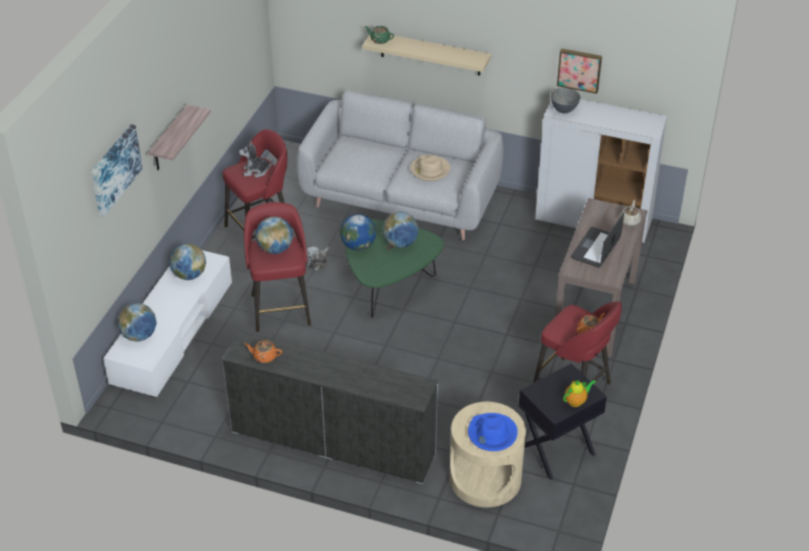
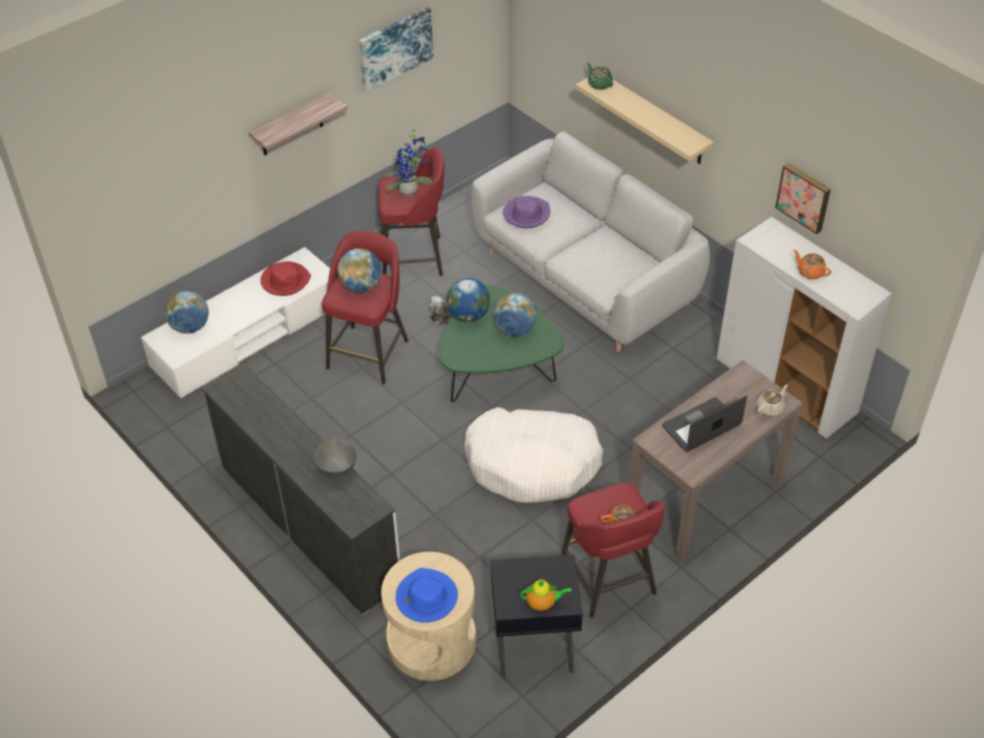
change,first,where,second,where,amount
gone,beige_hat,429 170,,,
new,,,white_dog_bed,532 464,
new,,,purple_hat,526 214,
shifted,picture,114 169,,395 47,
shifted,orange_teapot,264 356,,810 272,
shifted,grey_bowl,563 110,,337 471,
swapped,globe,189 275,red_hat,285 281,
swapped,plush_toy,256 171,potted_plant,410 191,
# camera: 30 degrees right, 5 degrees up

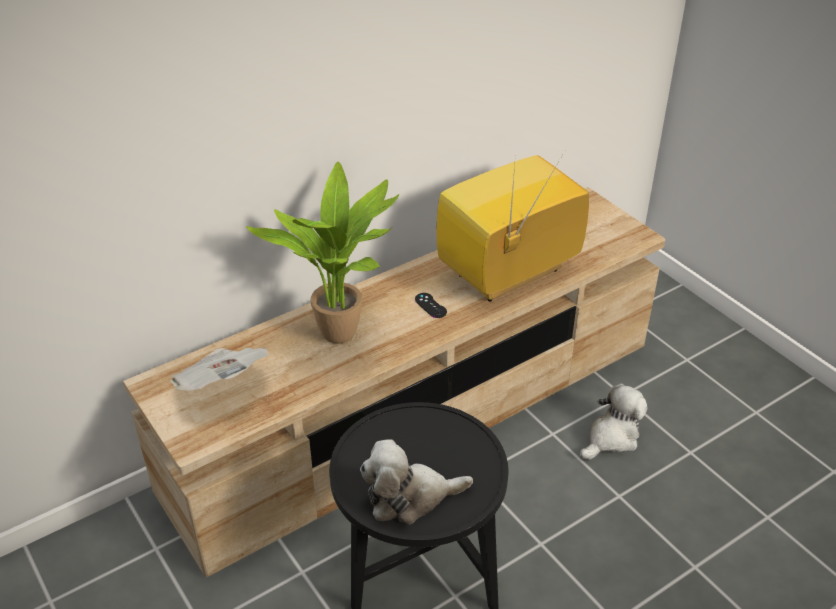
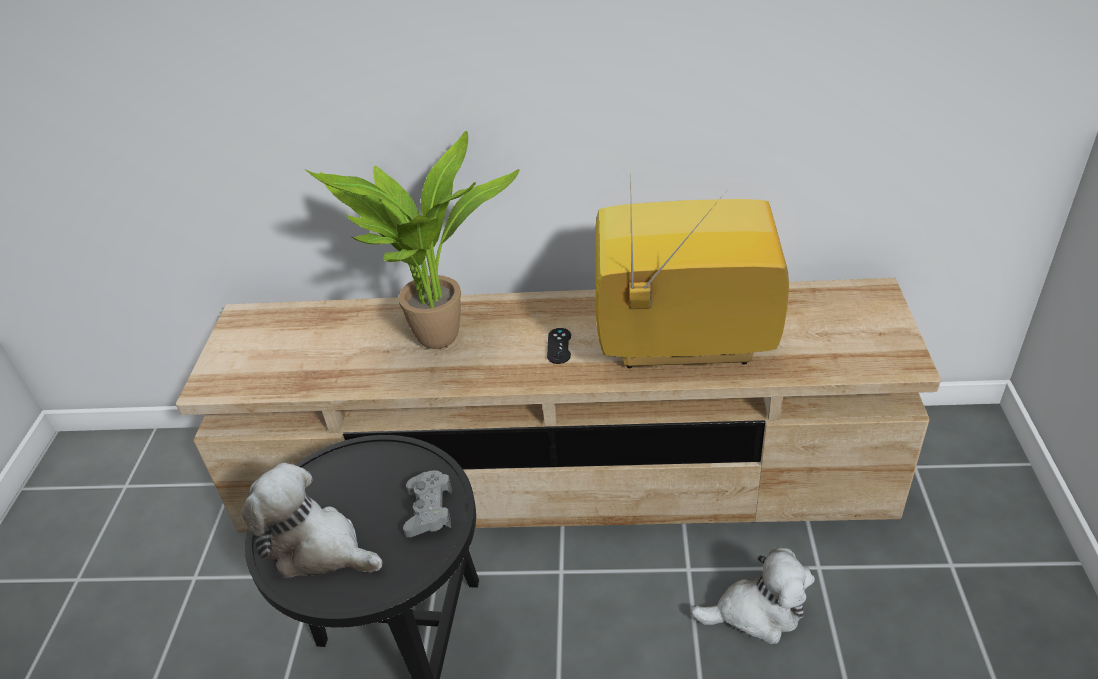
change,first,where,second,where,amount
gone,newspaper,222 385,,,
new,,,grey_game_controller,429 510,
# camera: 40 degrees right, 0 degrees up

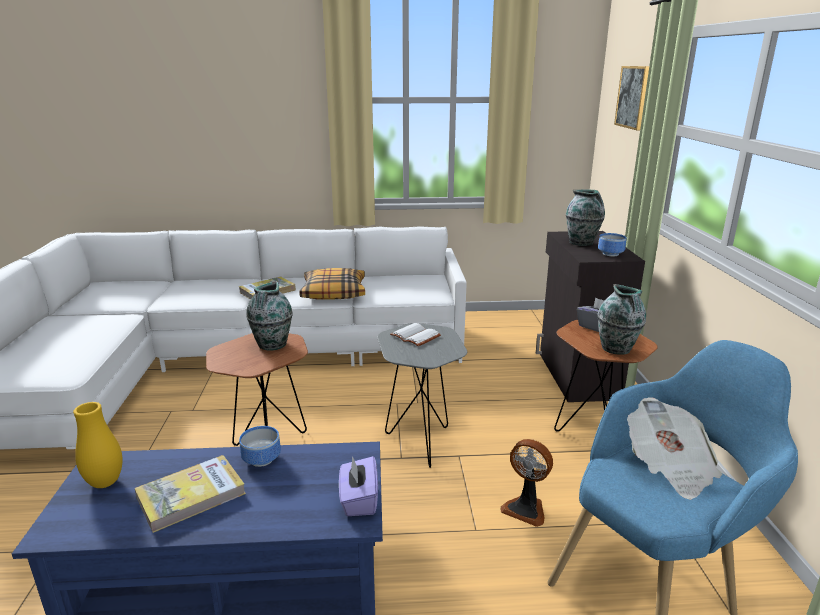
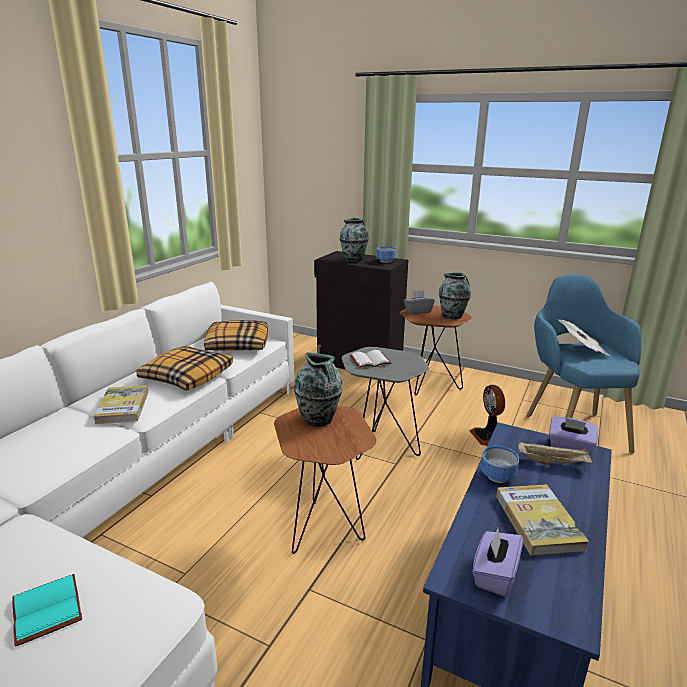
change,first,where,second,where,amount
gone,picture,633 97,,,
new,,,turquoise_book,45 610,
new,,,pillow,237 344,
new,,,beige_tray,553 462,
swapped,yellow_vase,105 482,purple_tissue_box,494 575,
rotated,fan,526 508,,487 436,105 degrees clockwise
# camera: 60 degrees left, 0 degrees up

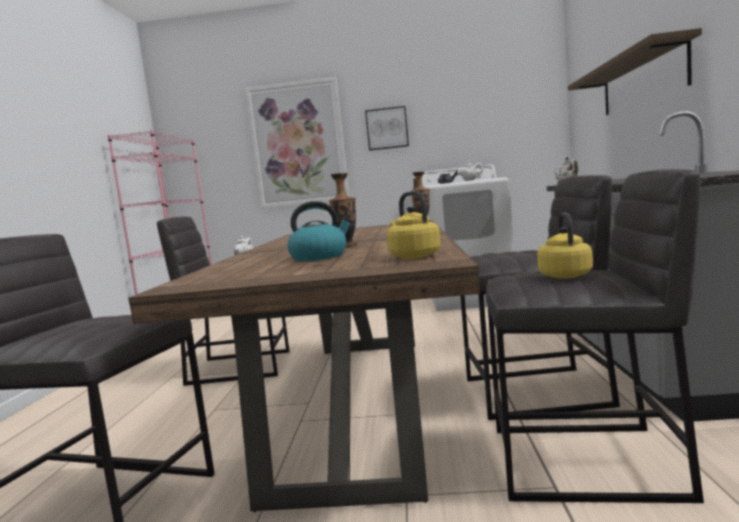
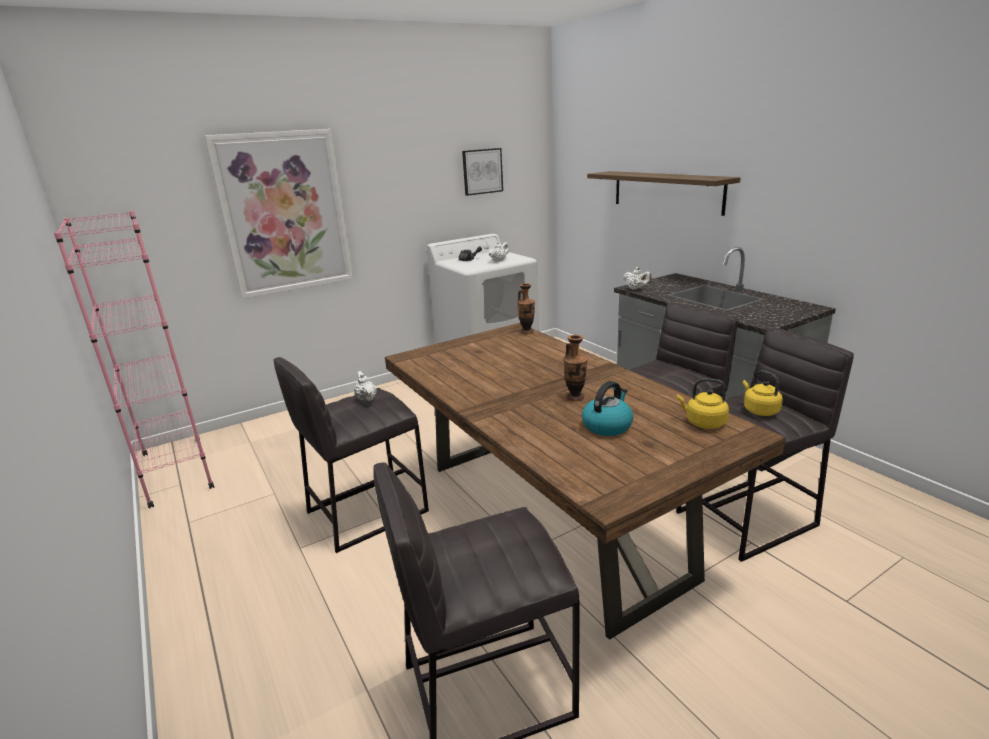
change,first,where,second,where,amount
shifted,picture,387 128,,482 171,
# camera: 35 degrees left, 15 degrees up

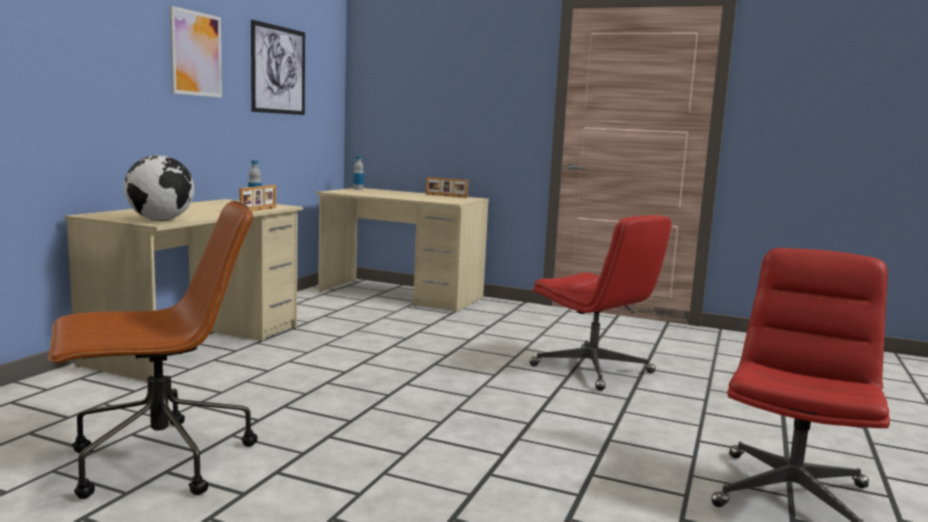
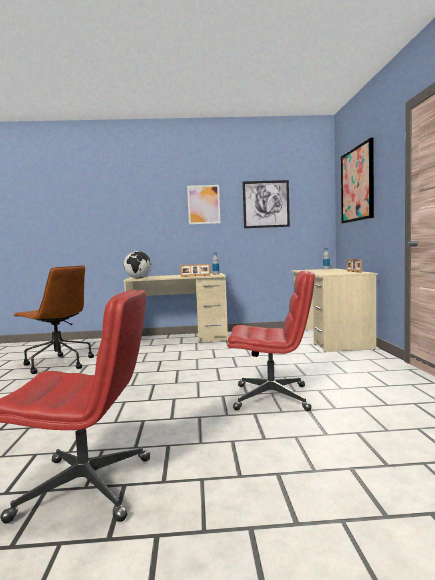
change,first,where,second,where,amount
new,,,picture,357 184,
rotated,red_office_chair,593 370,,273 397,105 degrees counterclockwise
# camera: 65 degrees right, 5 degrees down

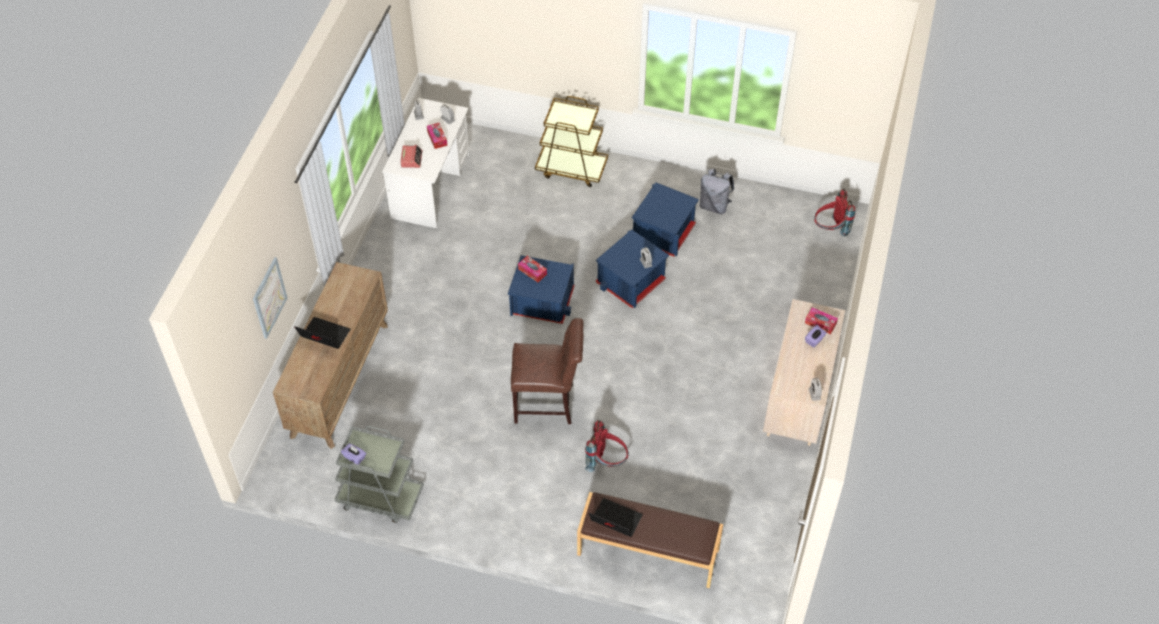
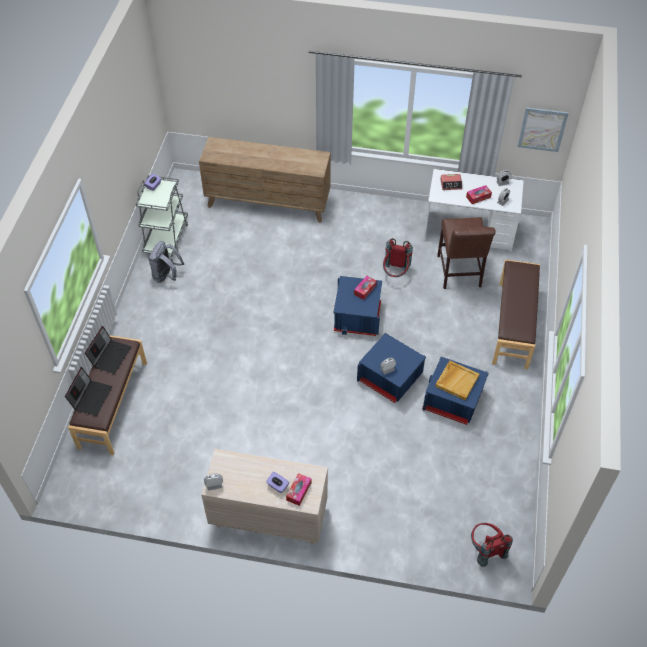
change,first,where,second,where,amount
new,,,beige_tray,456 381,
shifted,picture,269 298,,542 129,
shifted,laptop,323 336,,91 397,
shifted,brown_chair,548 404,,459 273,
shifted,red_backpack,606 461,,395 274,
shifted,grey_backpack,714 206,,166 276,
swapped,brown_cart,572 168,brown_bench,513 325,
# camera: 85 degrees right, 0 degrees up

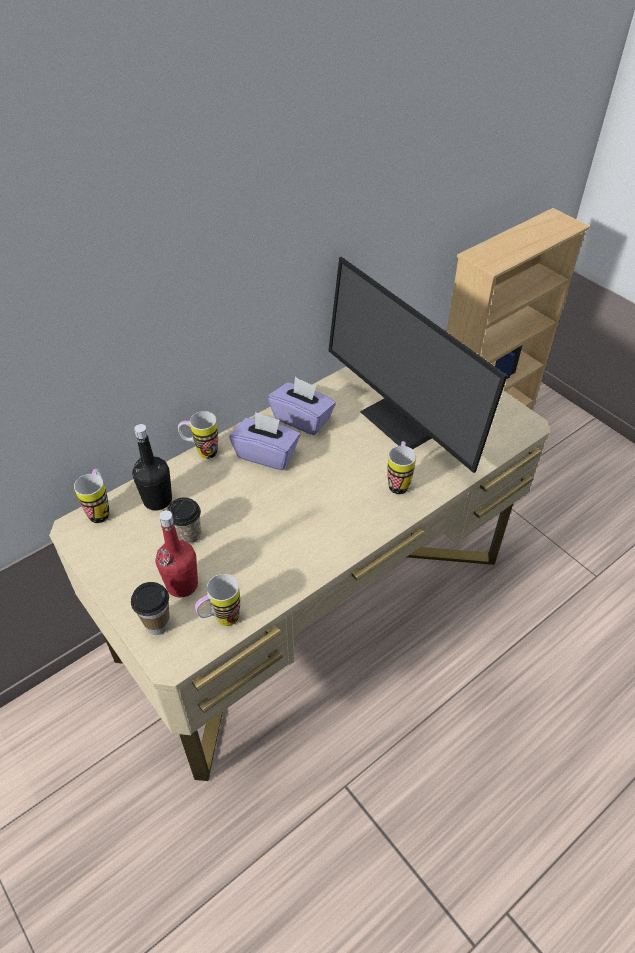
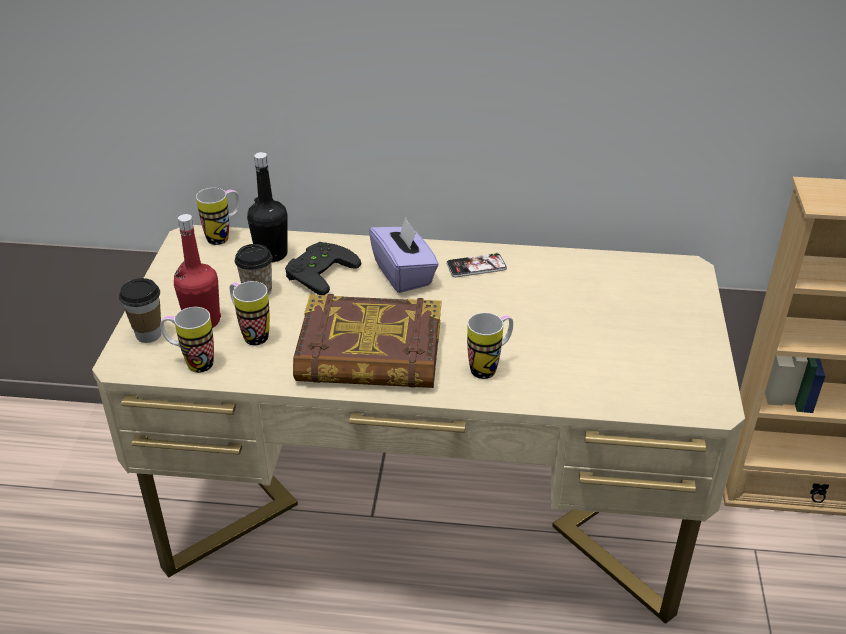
change,first,where,second,where,amount
gone,monitor,407 418,,,
new,,,black_game_controller,318 271,
new,,,book,369 353,
shifted,mug,201 452,,251 334,
swapped,purple_tissue_box,302 419,phone,476 266,
# camera: 45 degrees right, 10 degrees down

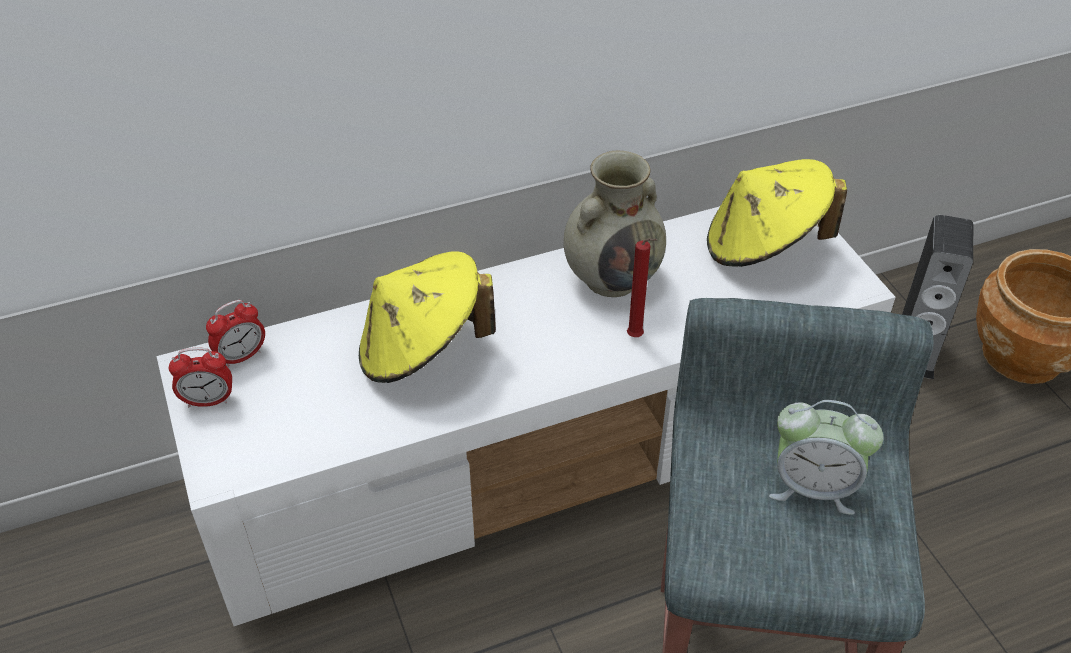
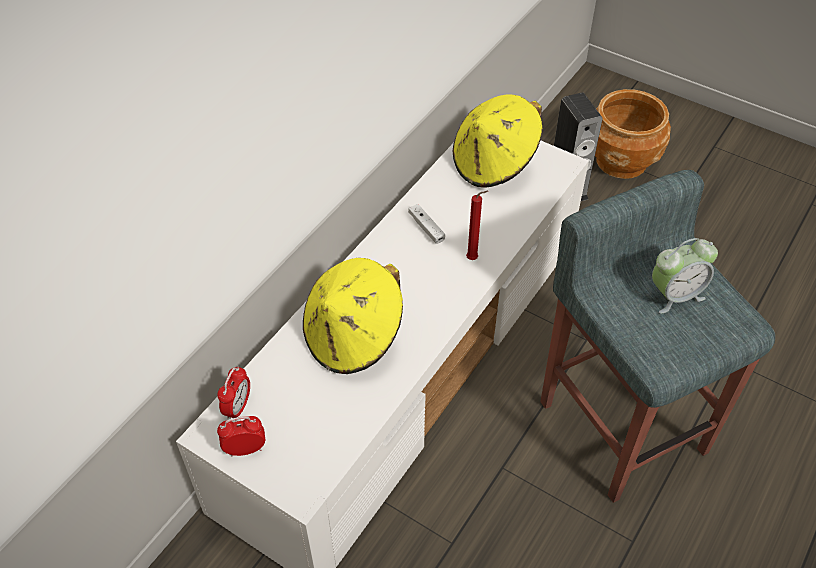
change,first,where,second,where,amount
swapped,beige_vase,613 277,white_game_controller,426 228,
rotated,alarm_clock,208 401,,245 449,150 degrees counterclockwise
# camera: 35 degrees left, 5 degrees up

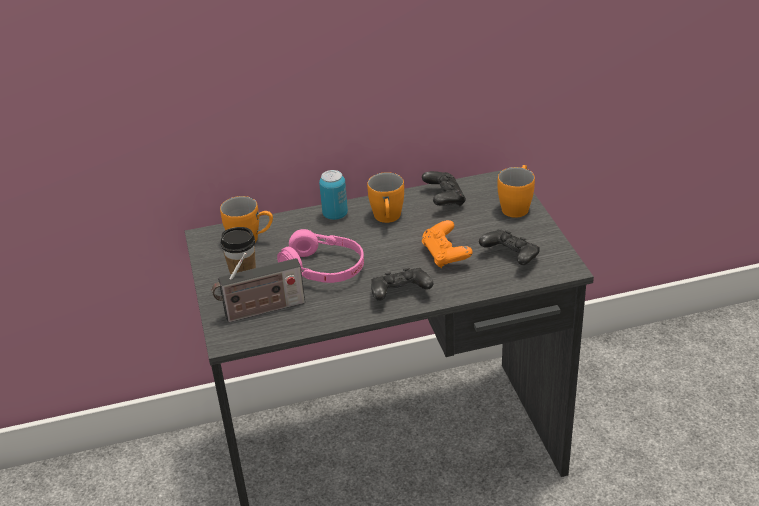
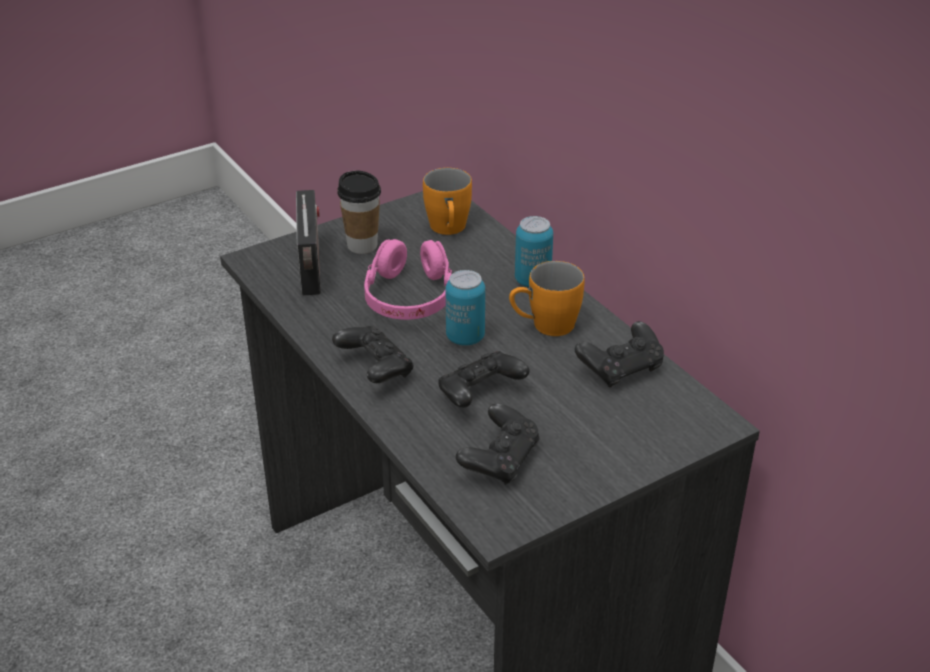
change,first,where,second,where,amount
gone,orange_mug,517 205,,,
new,,,can,465 337,
repainted,orange_game_controller,445 255,black_game_controller,480 395,
rotated,radio,261 310,,312 269,150 degrees counterclockwise
# camera: 70 degrees right, 0 degrees up

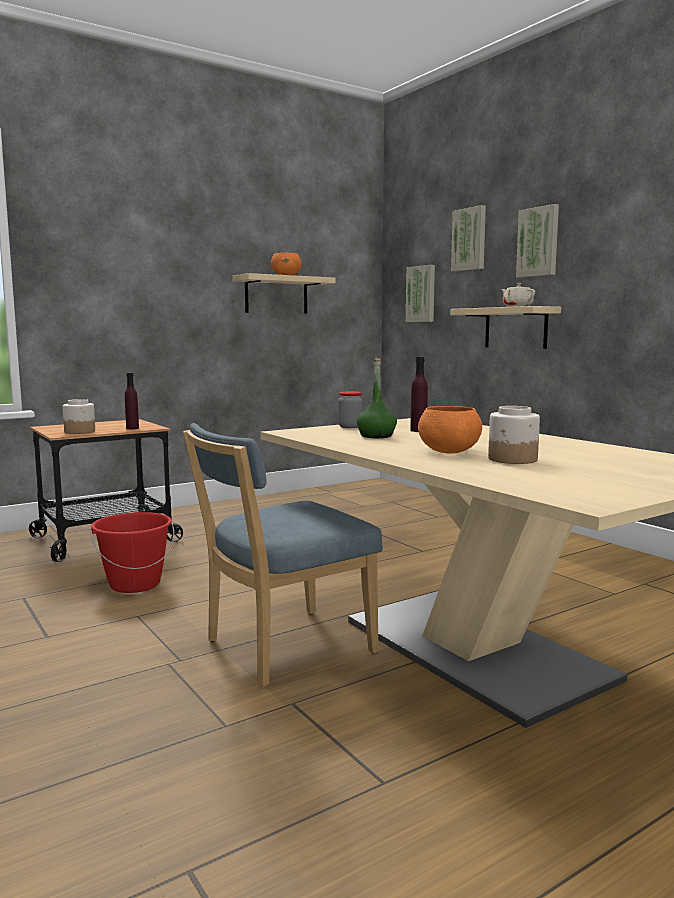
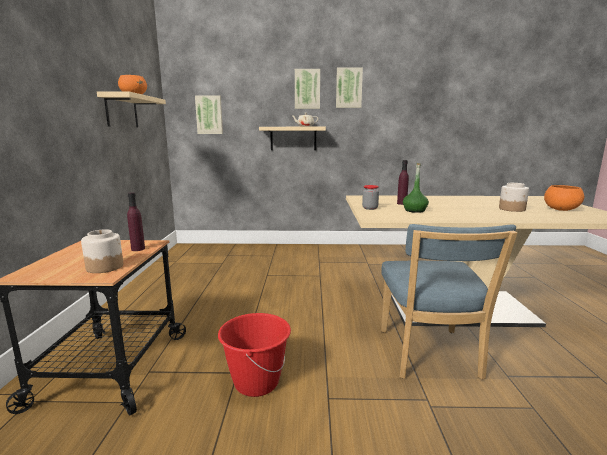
change,first,where,second,where,amount
shifted,orange_bowl,448 452,,560 209,
shifted,picture,470 239,,348 88,
# camera: 55 degrees left, 5 degrees up

